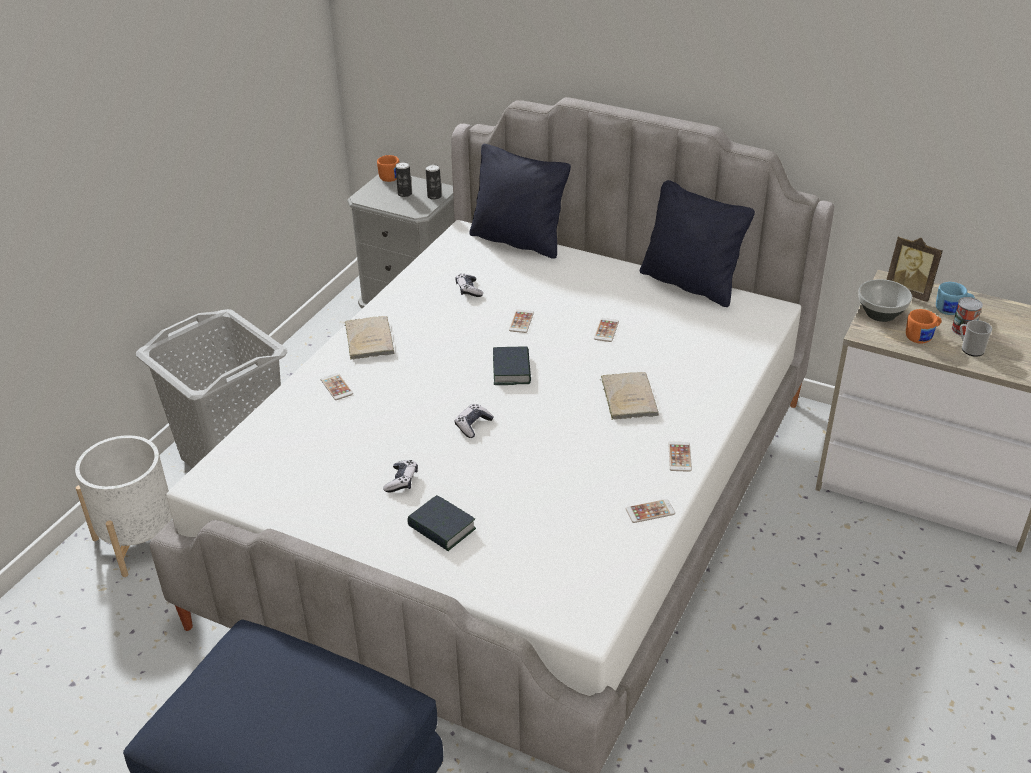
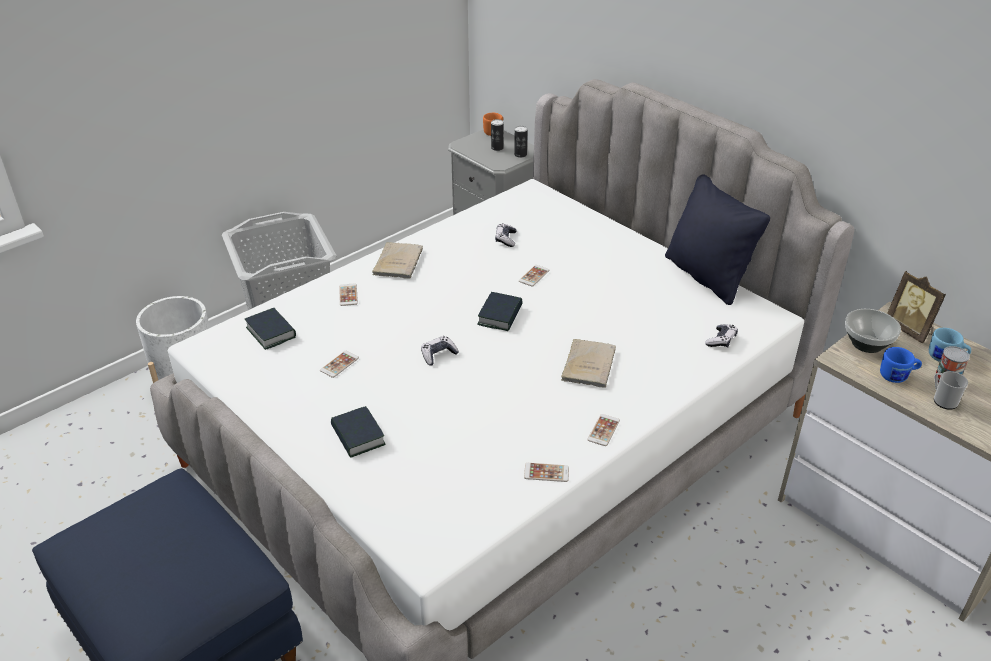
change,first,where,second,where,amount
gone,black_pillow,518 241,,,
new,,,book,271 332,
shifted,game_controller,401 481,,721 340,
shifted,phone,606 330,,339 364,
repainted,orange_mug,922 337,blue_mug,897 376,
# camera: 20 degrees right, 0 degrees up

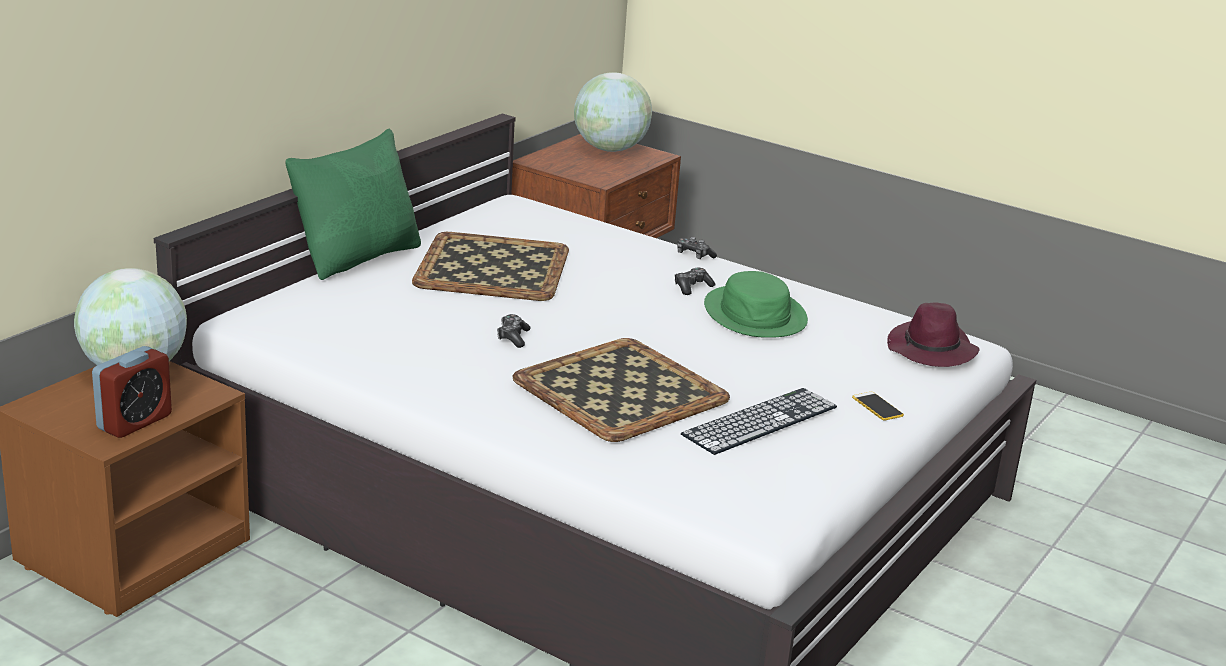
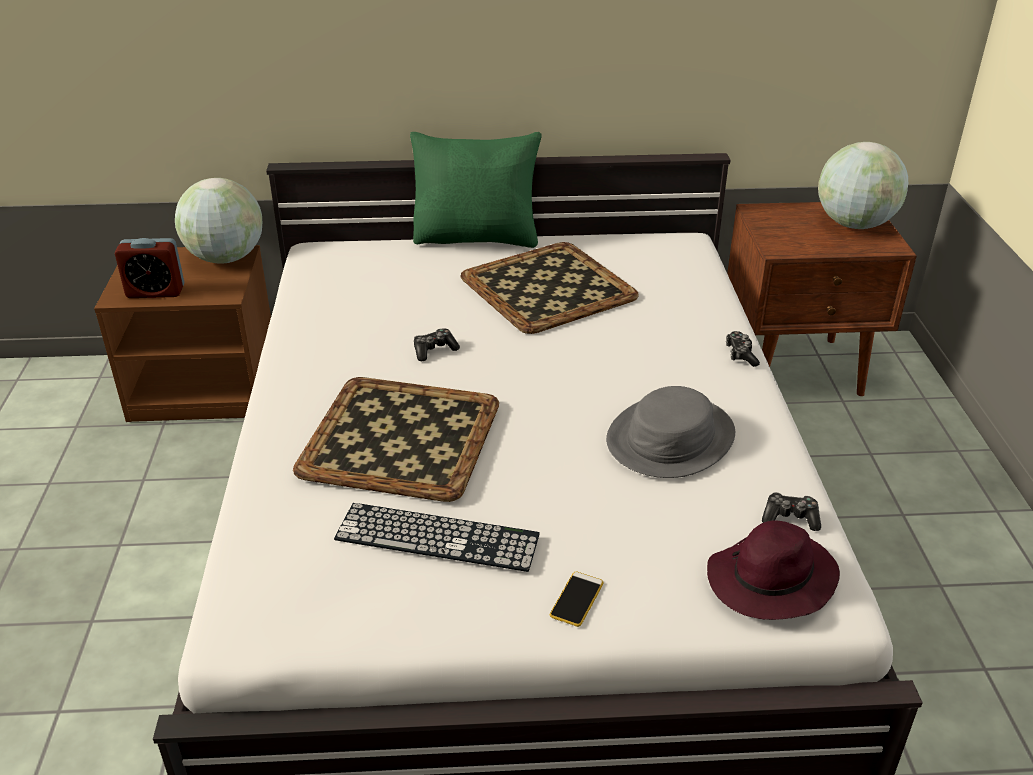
change,first,where,second,where,amount
shifted,game_controller,692 287,,790 518,
repainted,green_hat,755 314,grey_hat,671 438,
# camera: 55 degrees right, 10 degrees up

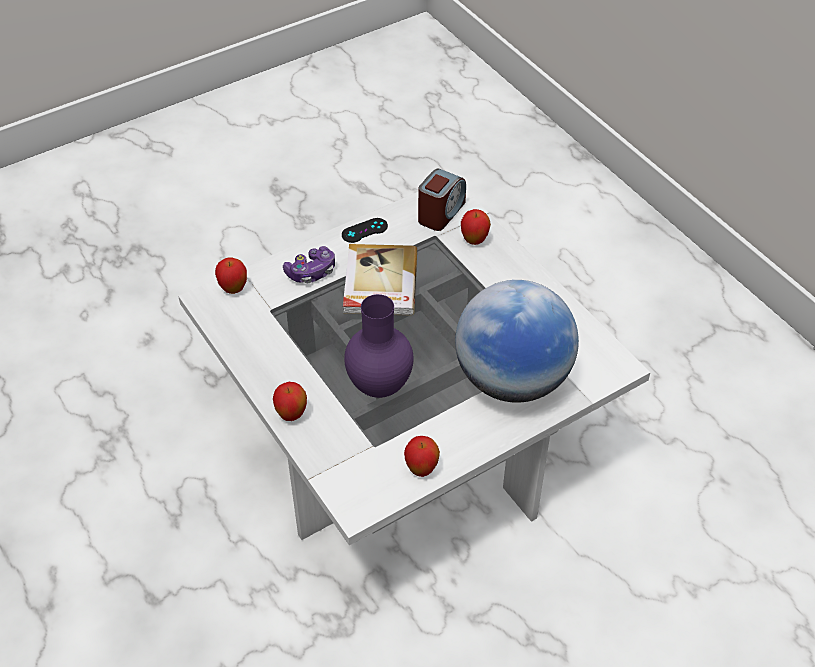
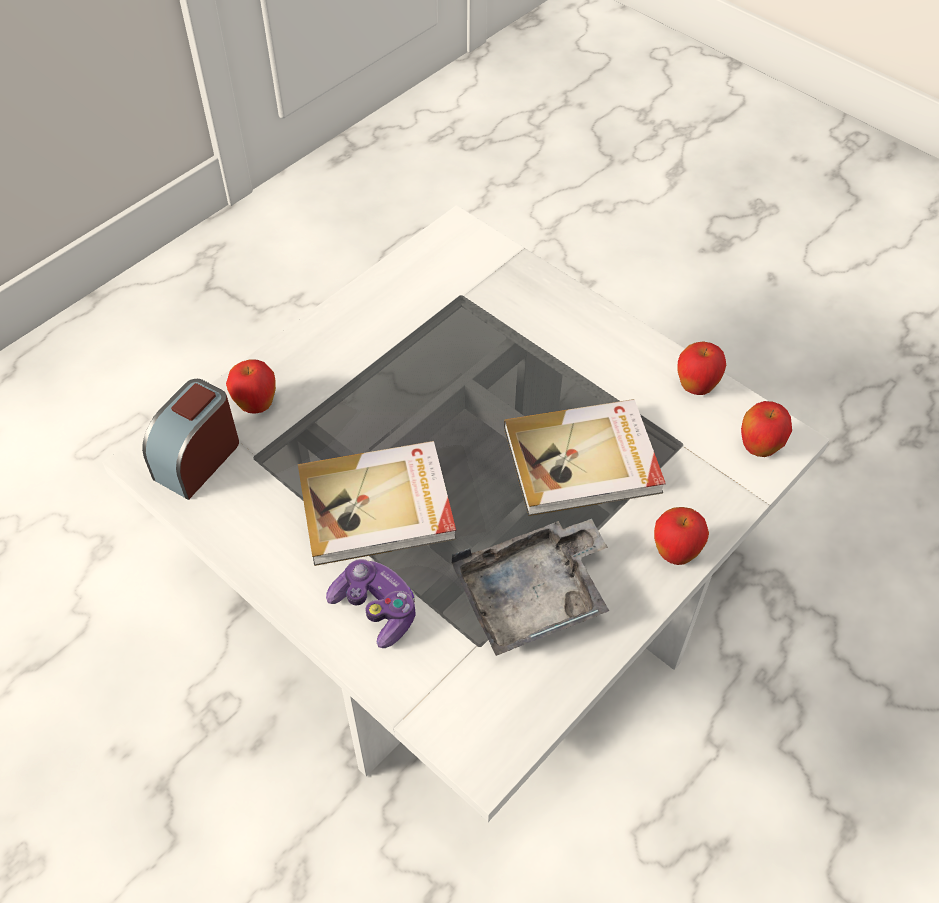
change,first,where,second,where,amount
gone,black_game_controller,364 230,,,
gone,globe,512 379,,,
new,,,grey_tray,533 596,
shifted,apple,233 289,,758 448,
swapped,purple_vase,378 387,book,583 461,
rotated,alarm_clock,441 213,,198 459,75 degrees counterclockwise
# camera: 105 degrees left, 5 degrees up

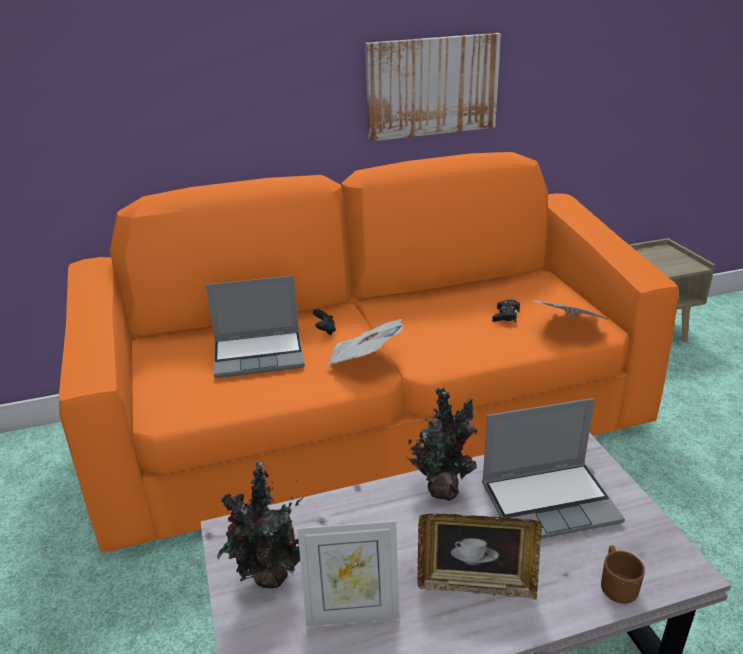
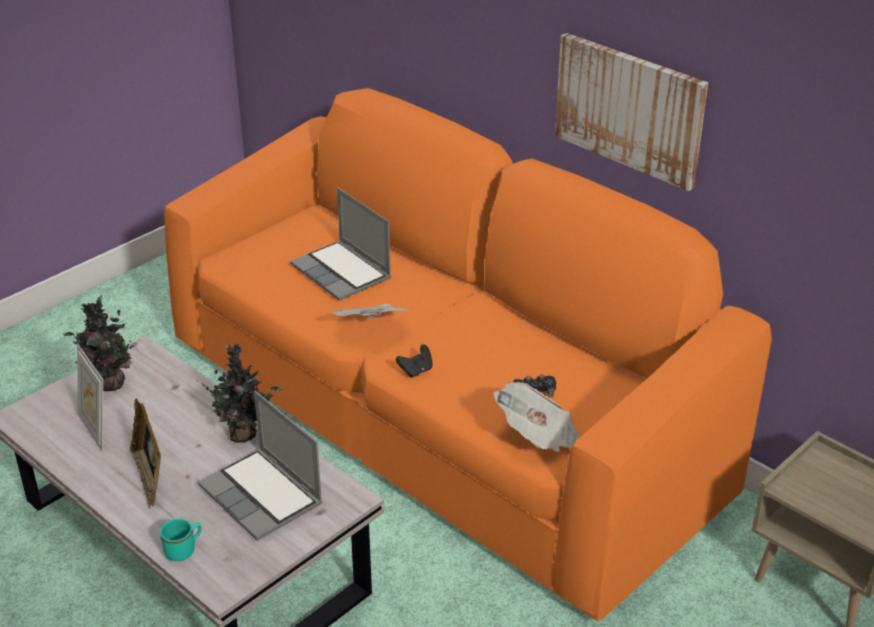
change,first,where,second,where,amount
shifted,black_game_controller,325 331,,416 371,
repainted,brown_mug,616 585,turquoise_mug,184 550,
# camera: 60 degrees right, 5 degrees up

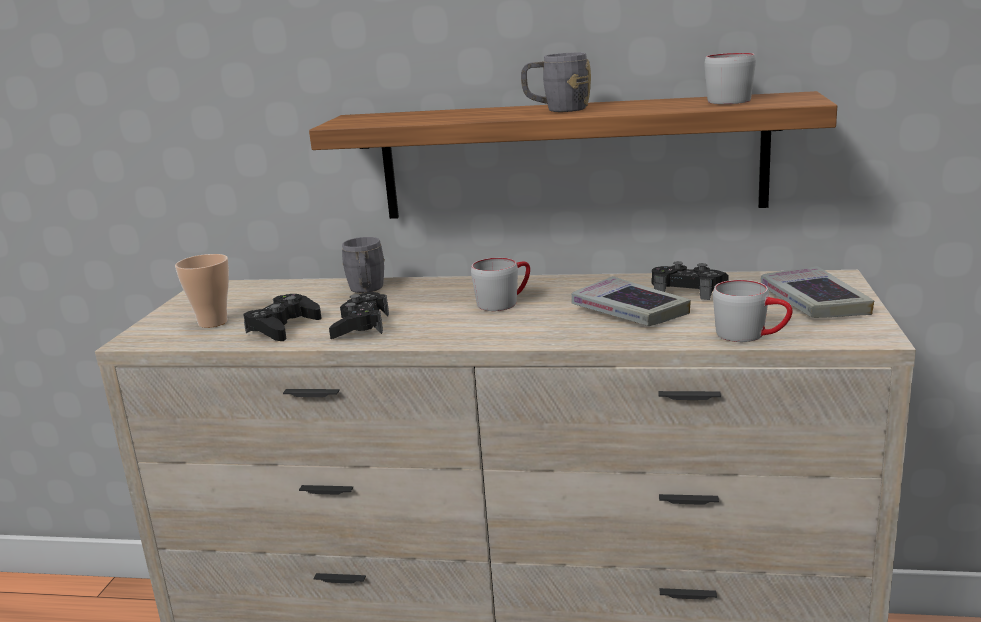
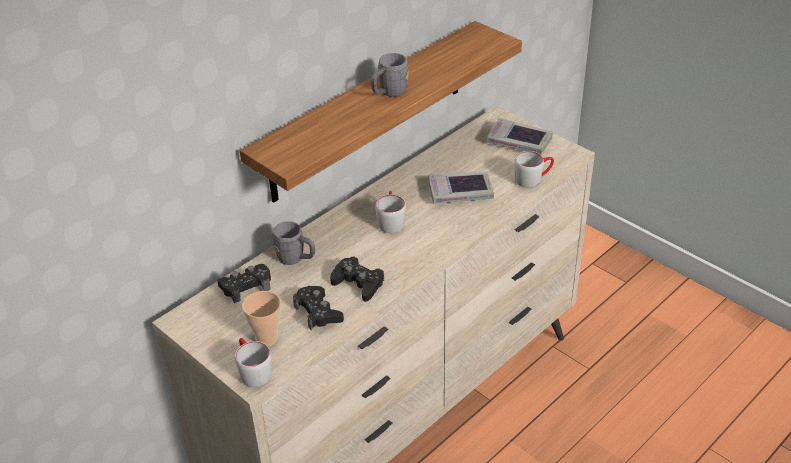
change,first,where,second,where,amount
shifted,black_game_controller,688 291,,246 286,
shifted,grey_mug,730 99,,252 371,
# camera: 55 degrees left, 20 degrees up

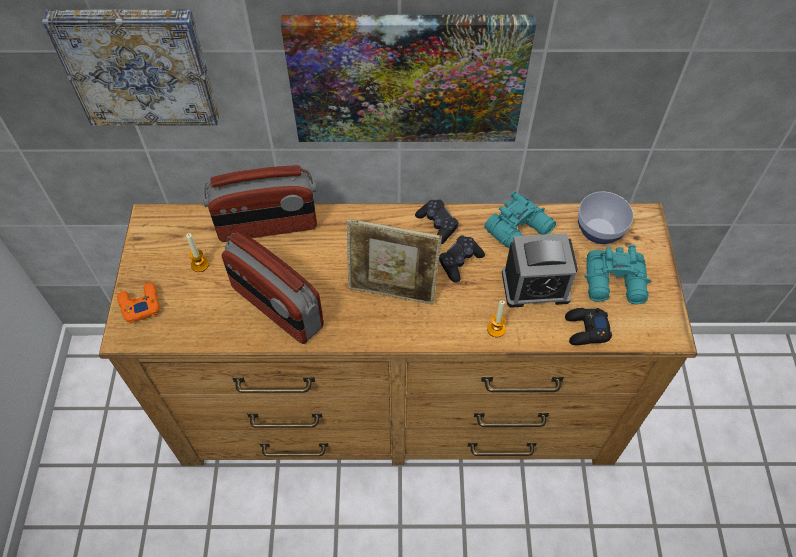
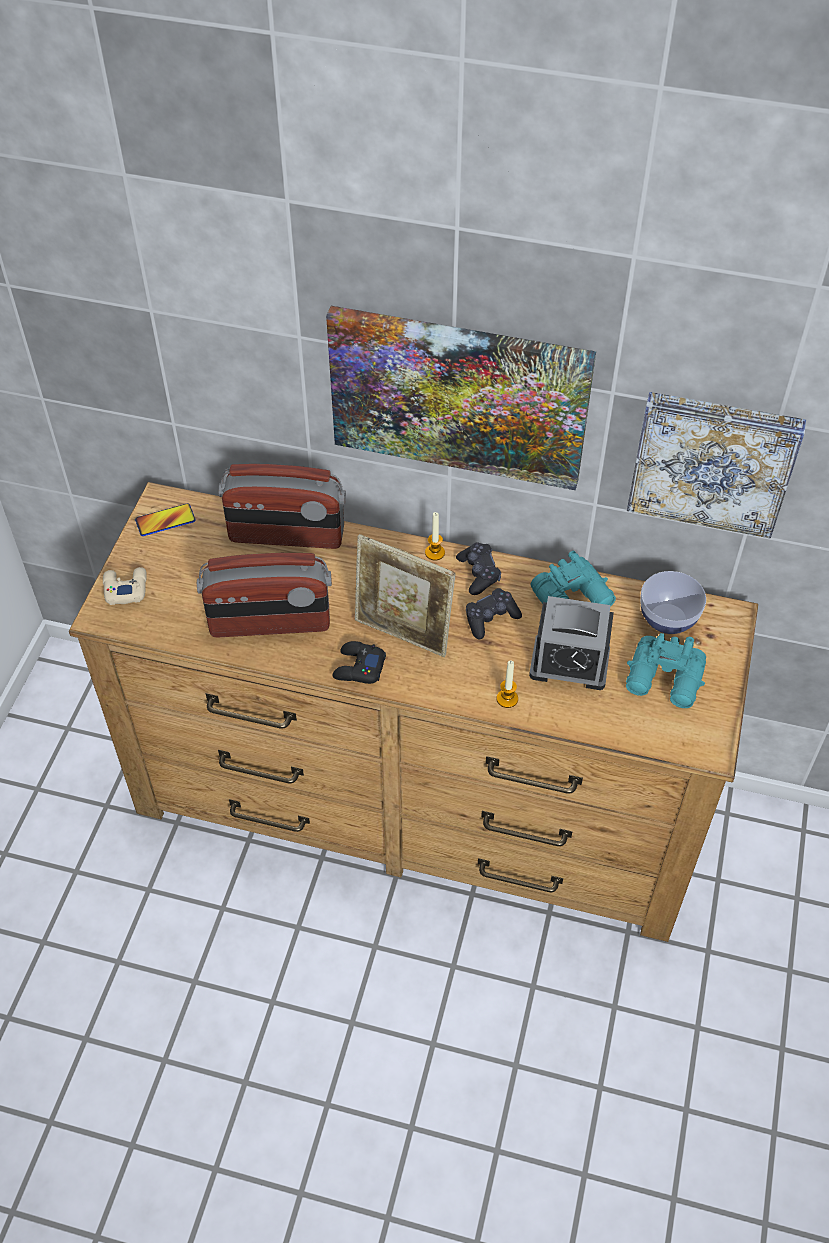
change,first,where,second,where,amount
new,,,phone,165 521,
shifted,picture,139 65,,713 461,
shifted,candle,200 264,,435 553,
shifted,black_game_controller,586 330,,358 668,
repainted,orange_game_controller,140 304,beige_game_controller,125 589,
rotated,radio,276 307,,270 623,60 degrees counterclockwise
# camera: 15 degrees right, 5 degrees down

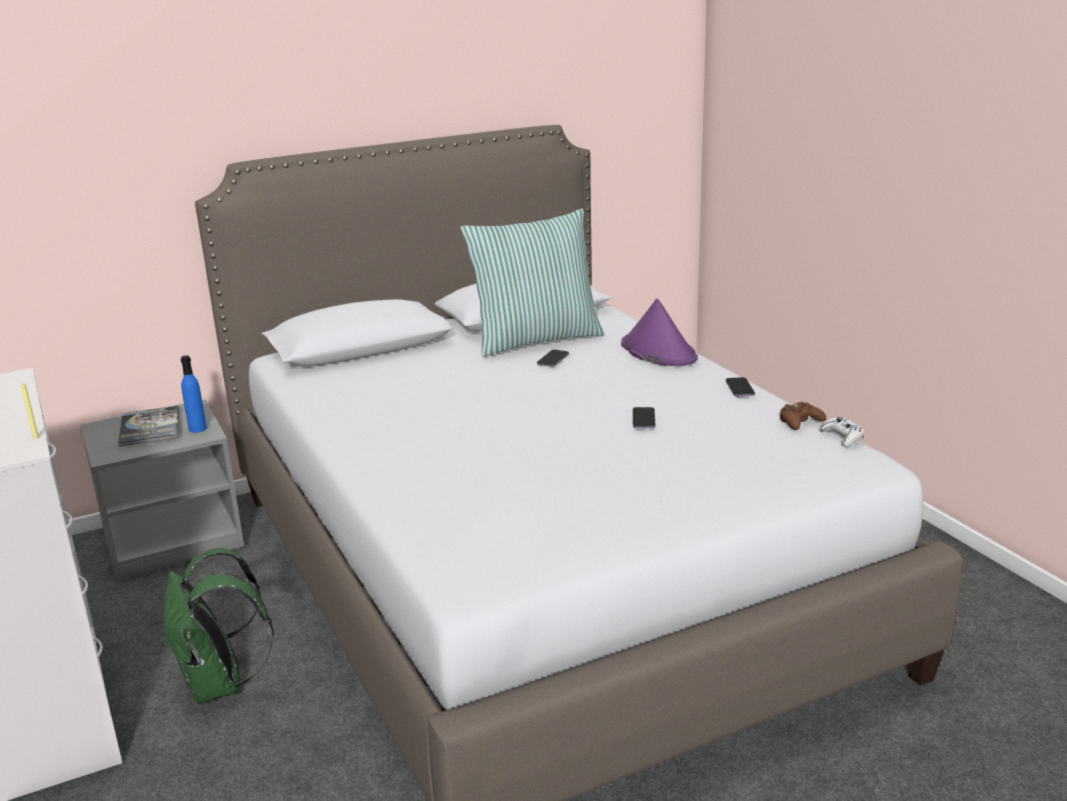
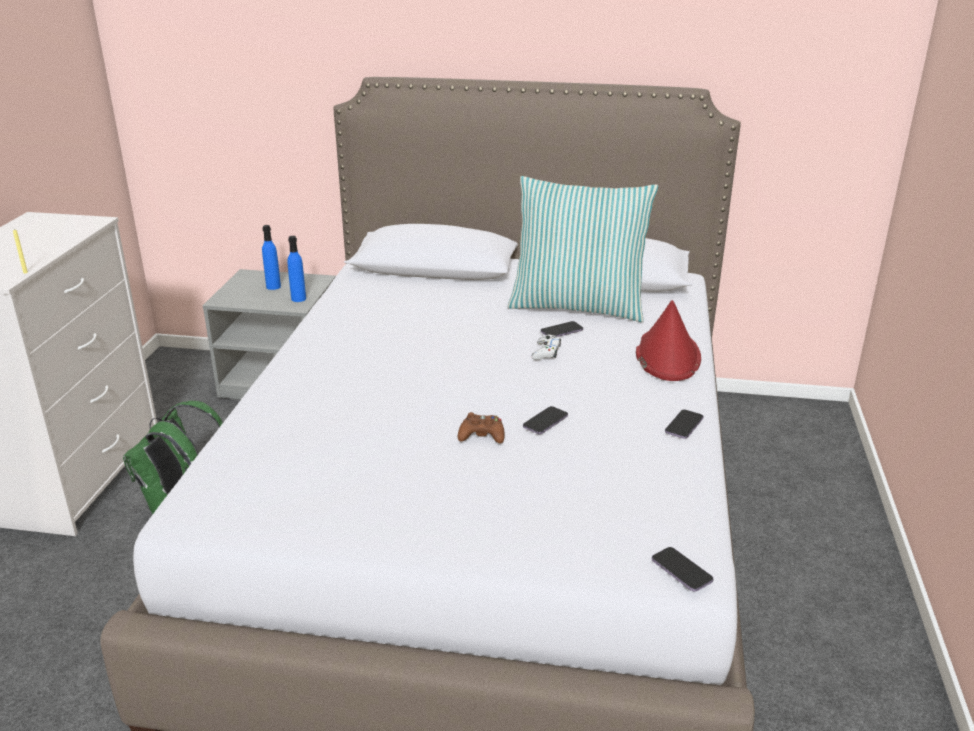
change,first,where,second,where,amount
new,,,phone,681 571,
shifted,brown_game_controller,800 422,,482 435,
shifted,white_game_controller,842 437,,546 352,
swapped,book,150 427,blue_bottle,273 286,
repainted,purple_hat,657 351,red_hat,667 356,
# camera: 35 degrees right, 5 degrees up

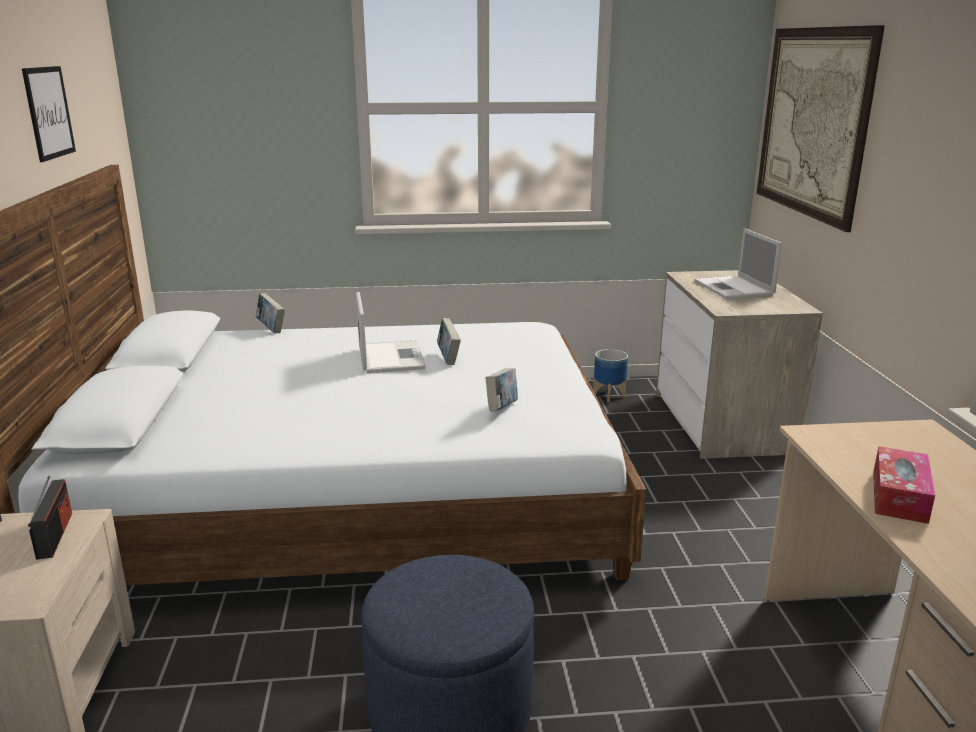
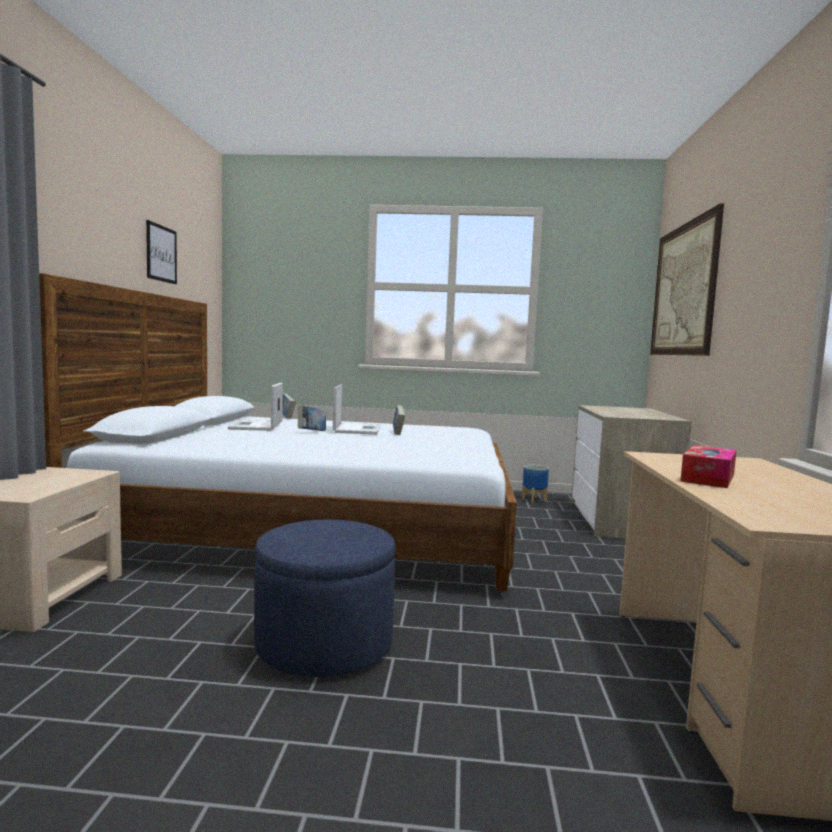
change,first,where,second,where,amount
gone,radio,55 535,,,
shifted,book,502 408,,311 432,
shifted,laptop,734 289,,256 426,
# camera: 10 degrees right, 15 degrees down

